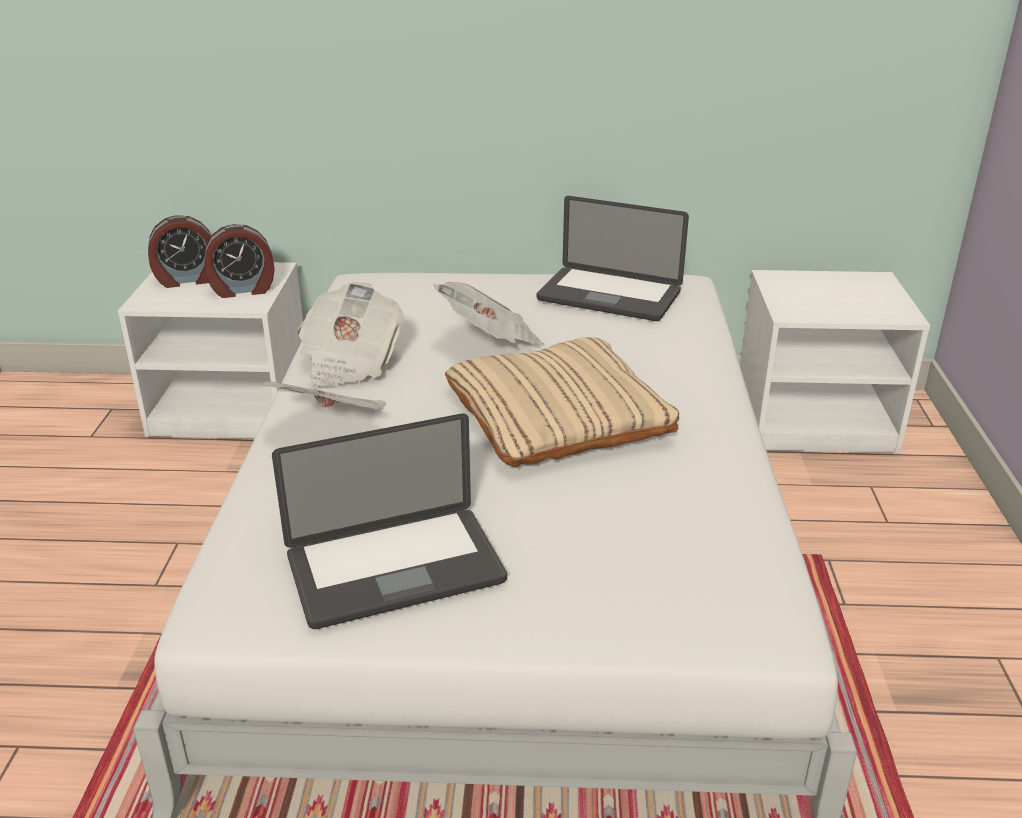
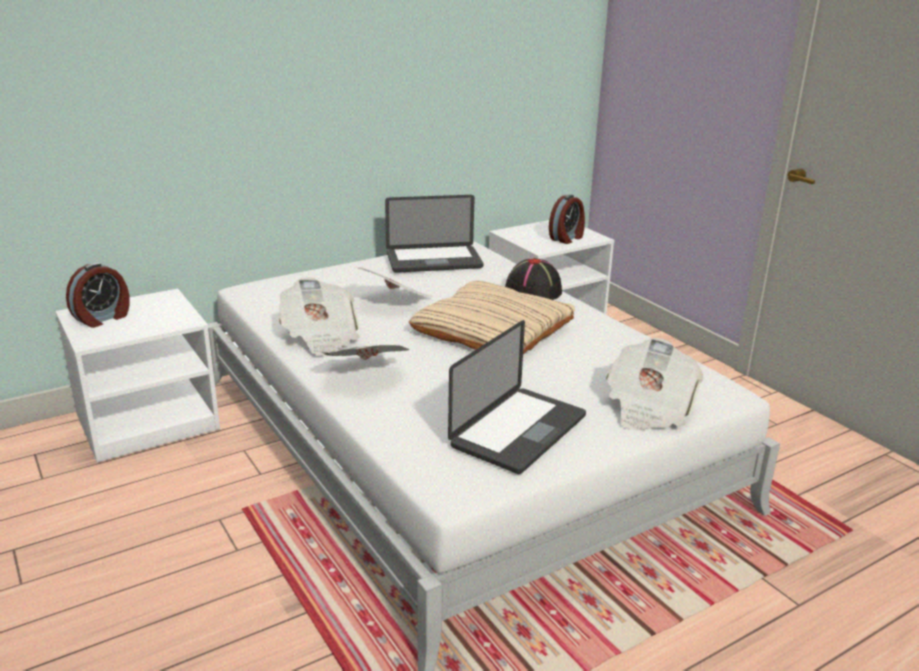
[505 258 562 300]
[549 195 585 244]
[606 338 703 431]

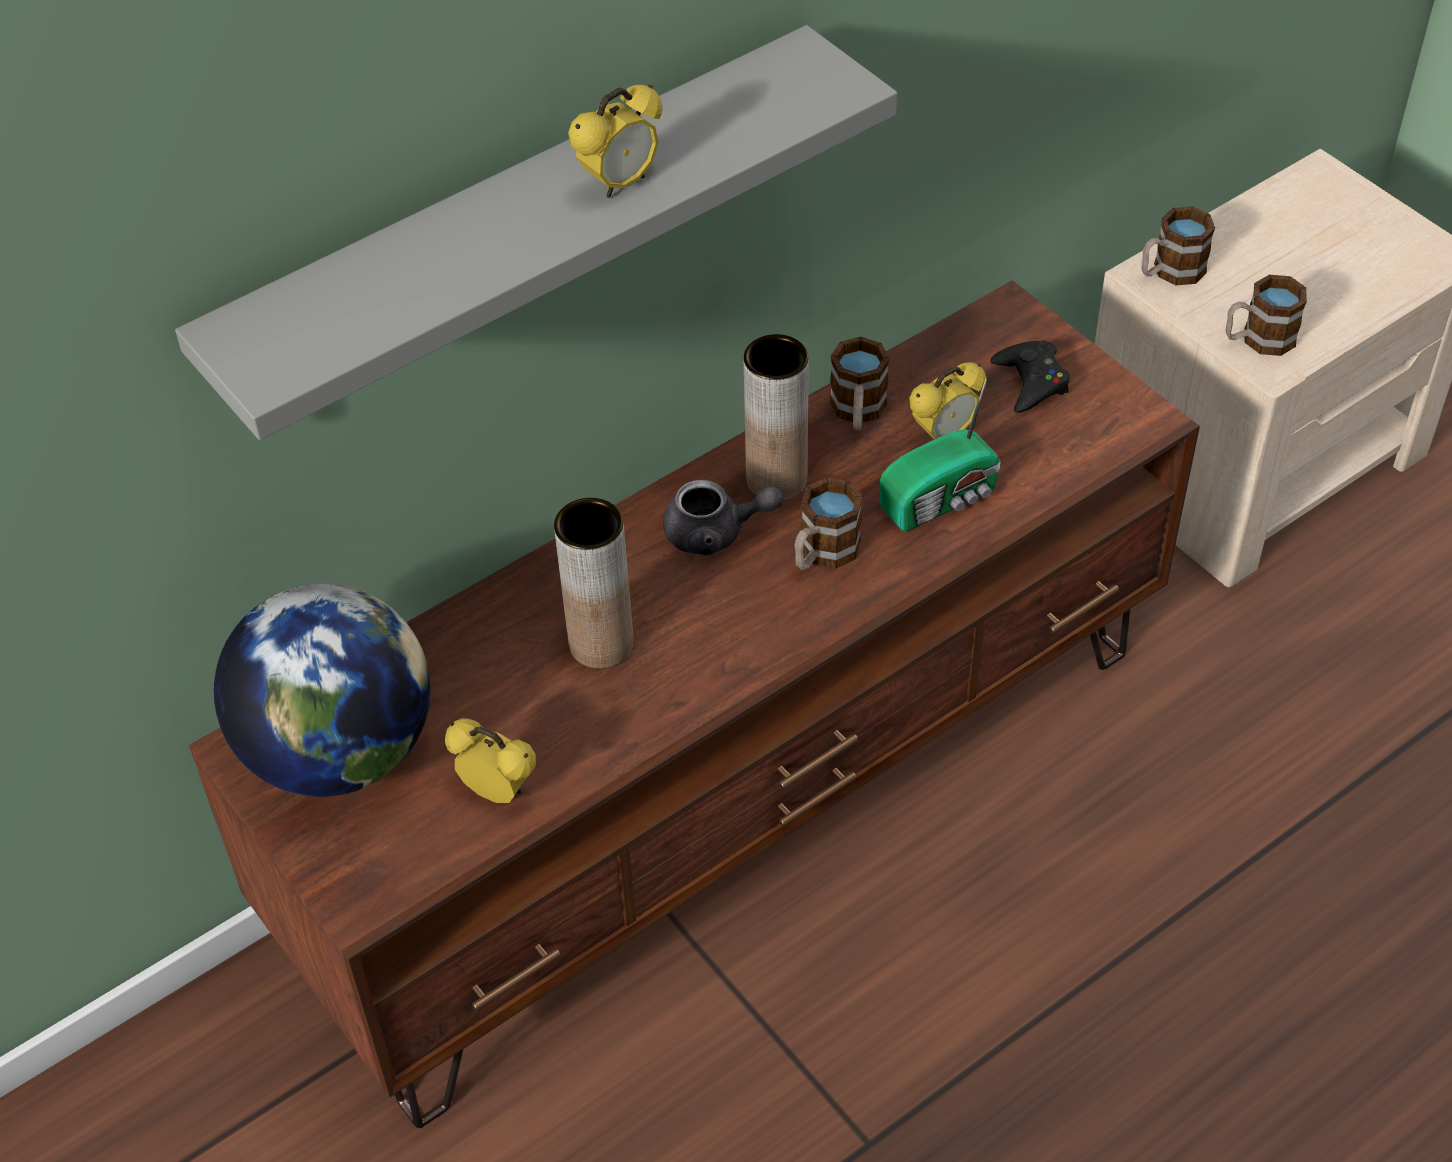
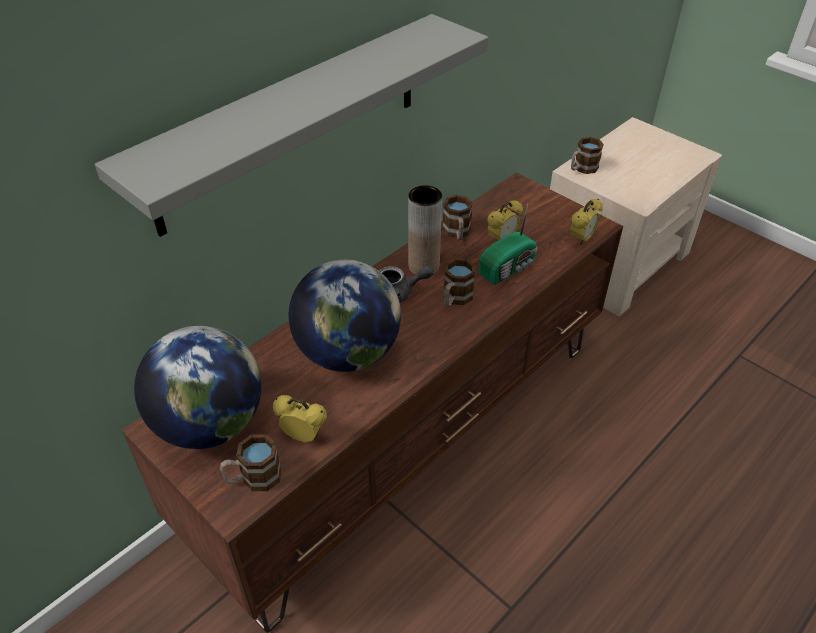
[220 434 282 491]
[289 260 401 372]
[570 199 603 245]
[990 340 1070 413] (first image)

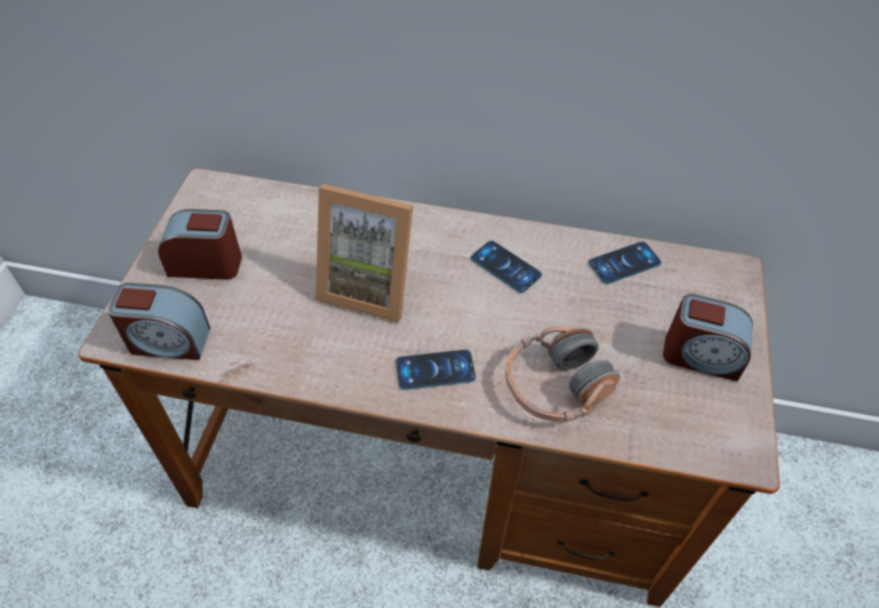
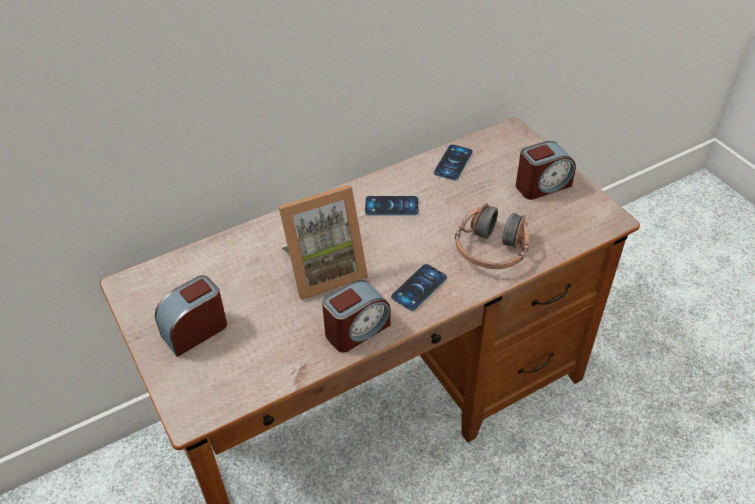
[322 280 390 352]

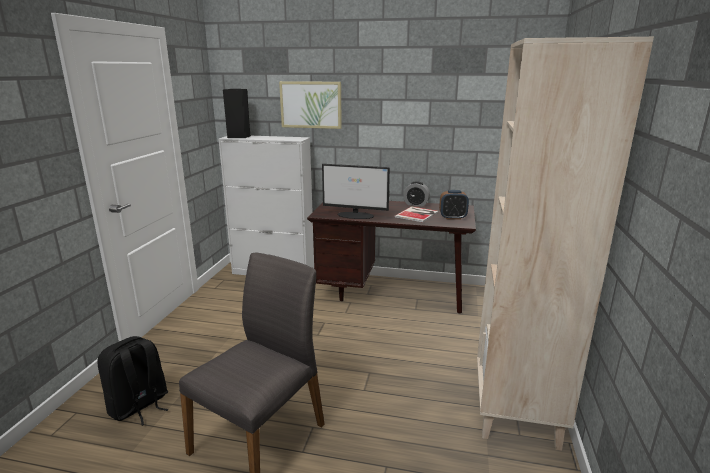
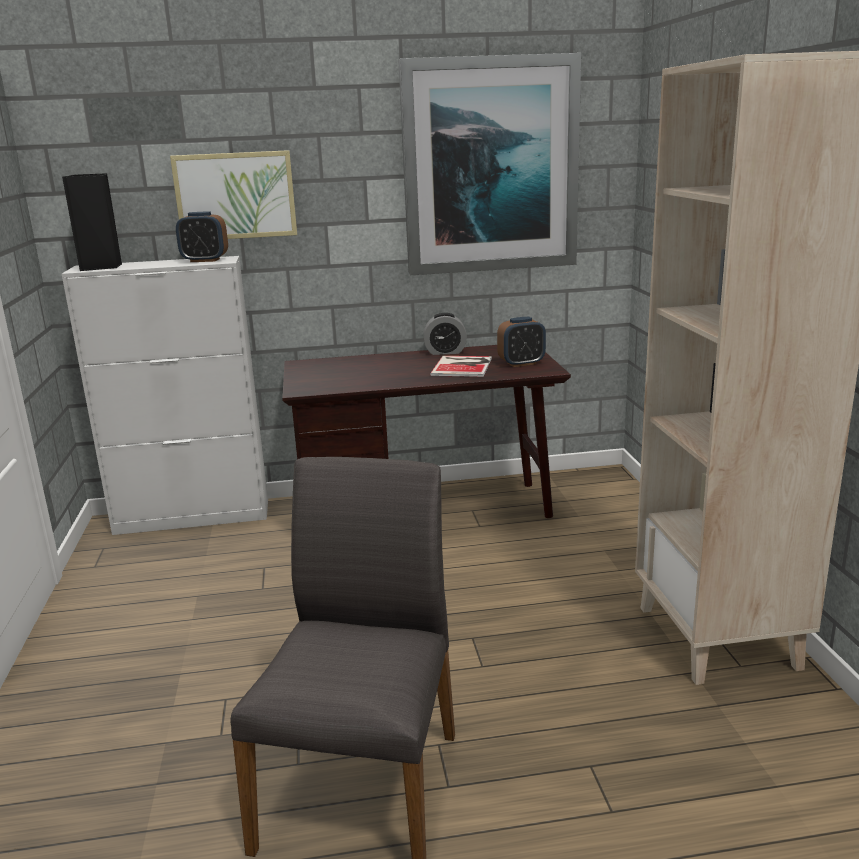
[176 211 228 262]
[398 53 581 275]
[97 336 169 426] (first image)
[322 164 390 219] (first image)

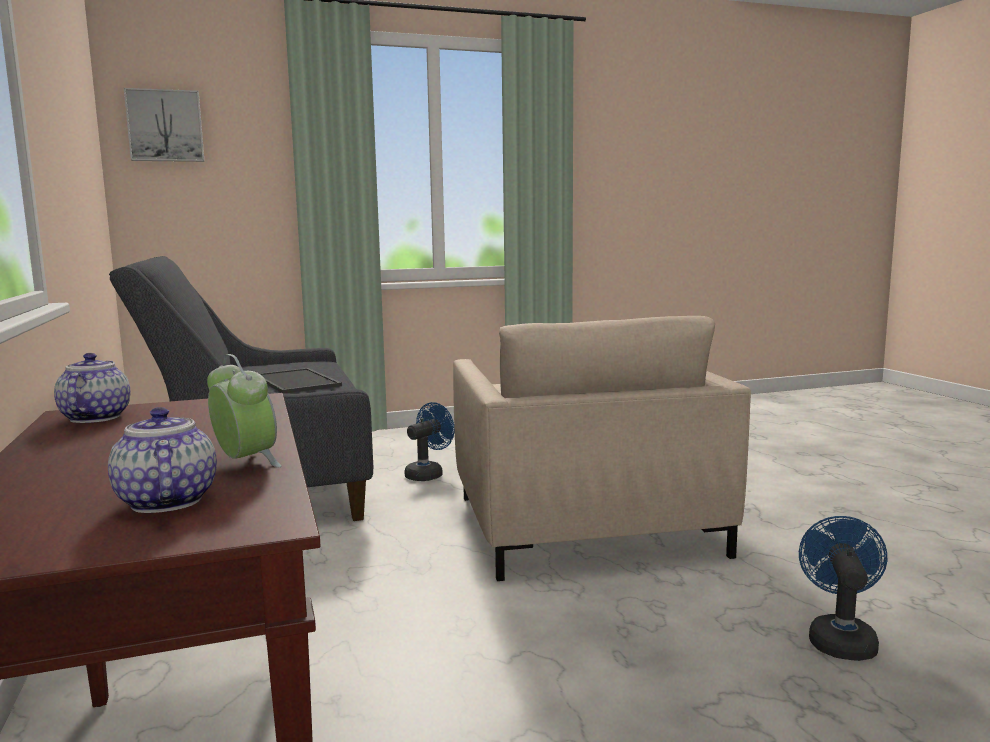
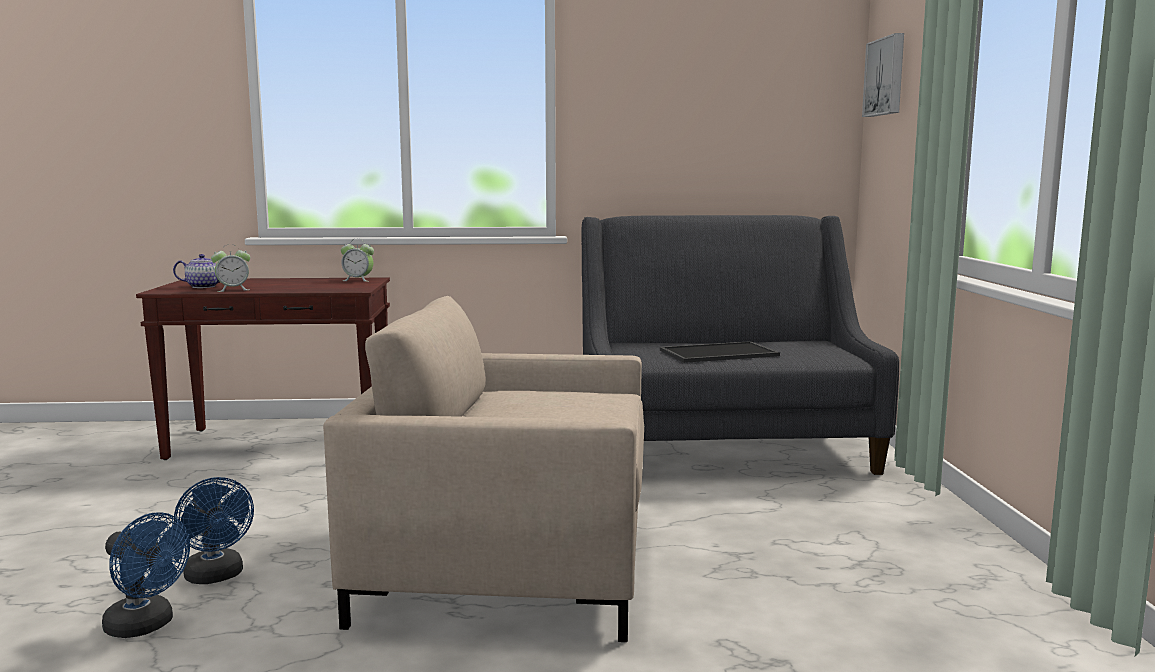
[174 477 254 584]
[341 239 374 282]

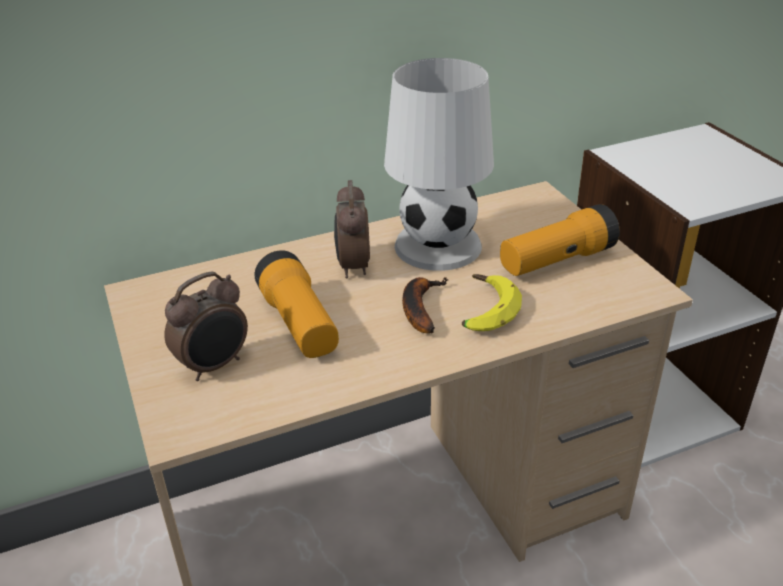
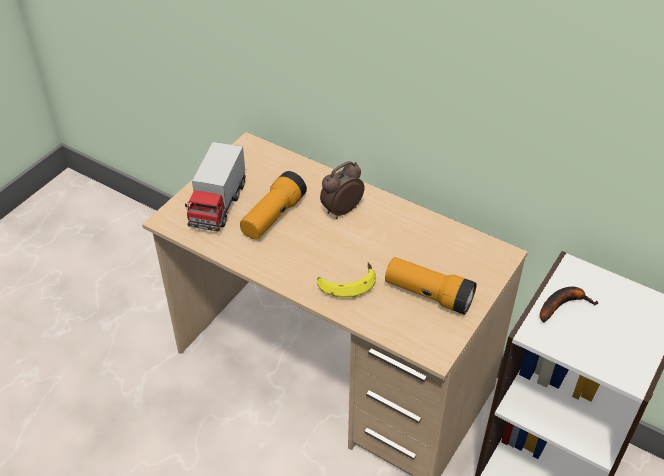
[185 142 246 232]
[540 287 598 323]
[384 58 494 271] (first image)

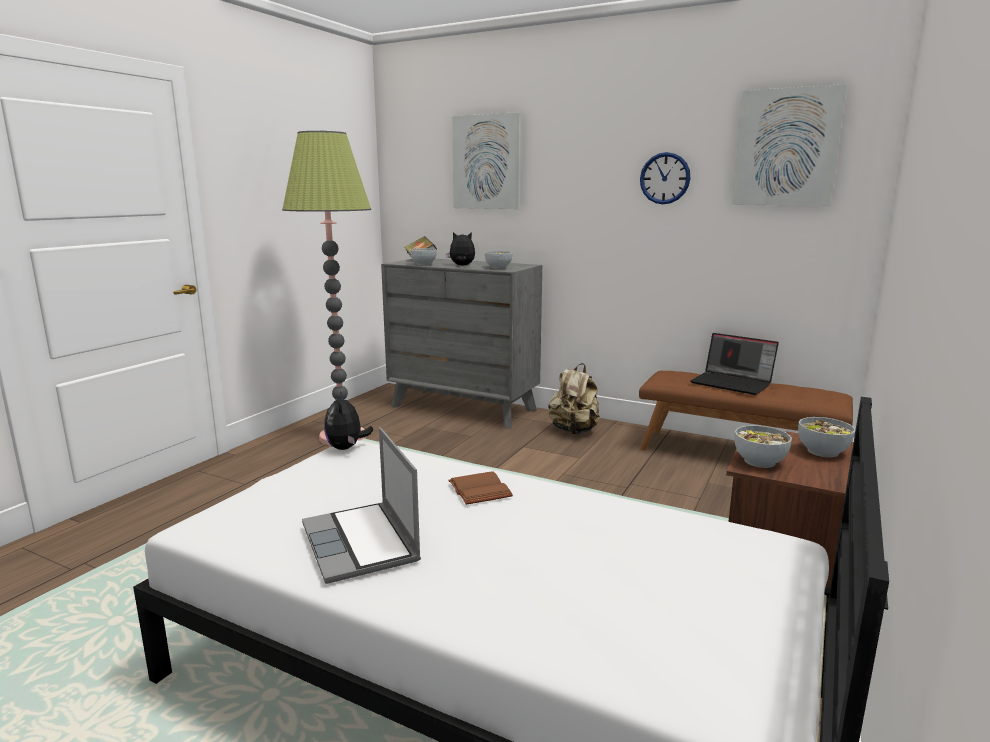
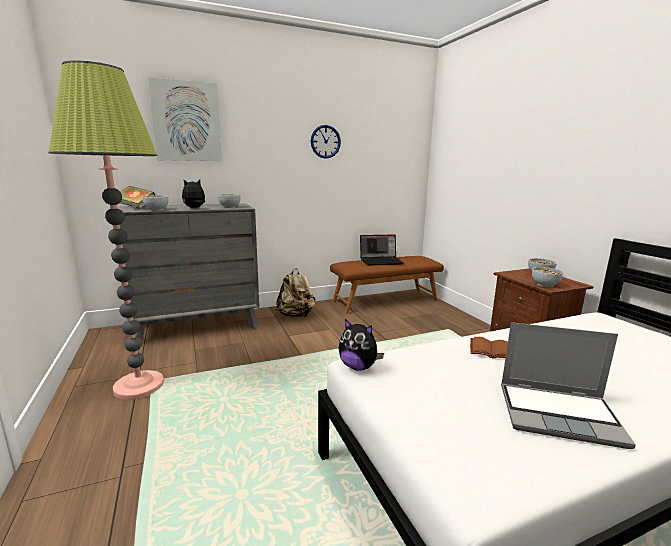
[732 84 847 206] (first image)

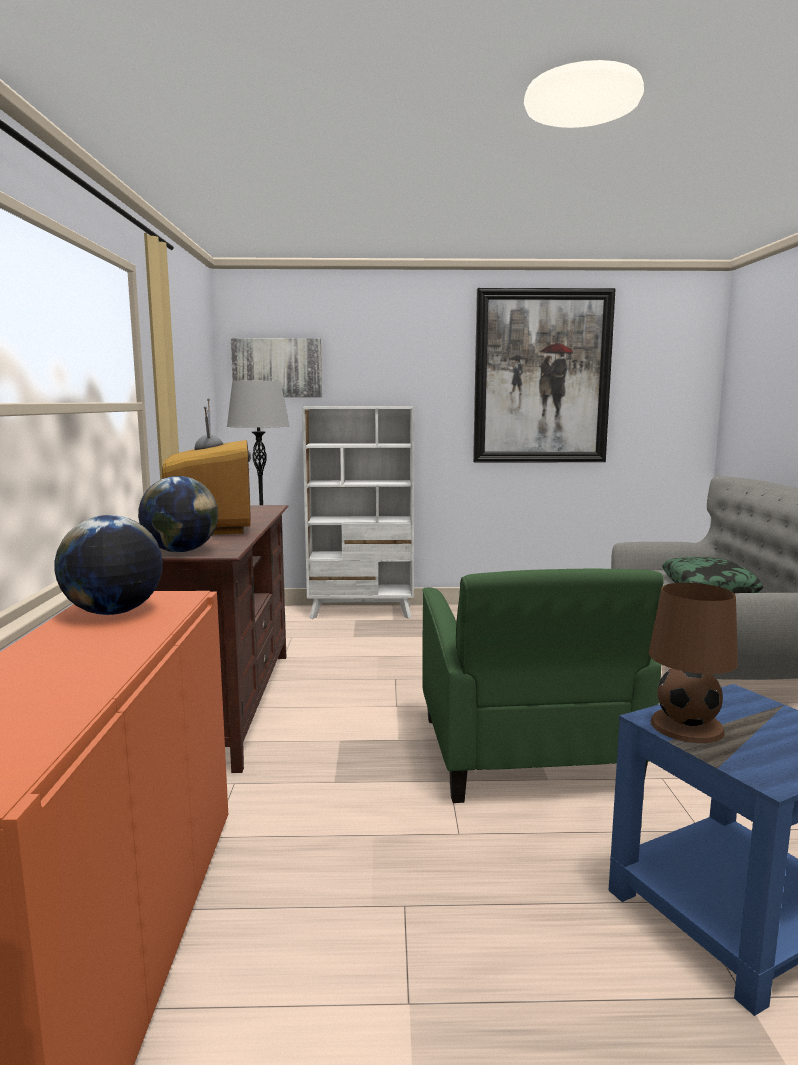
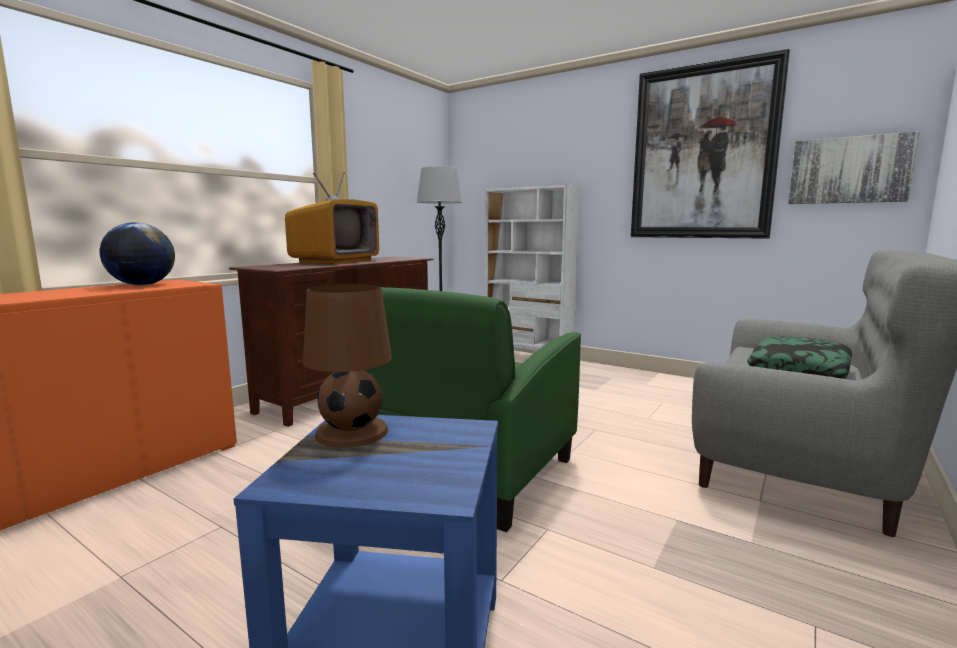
[788 131 919 204]
[138 476 218 552] (first image)

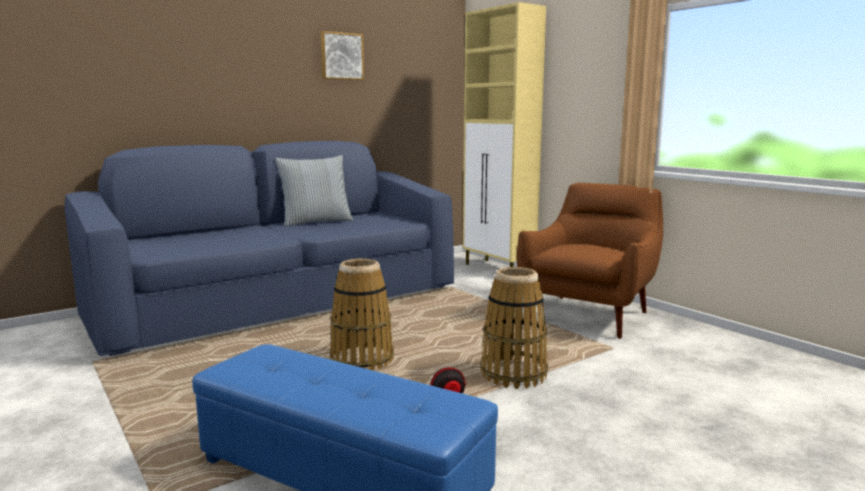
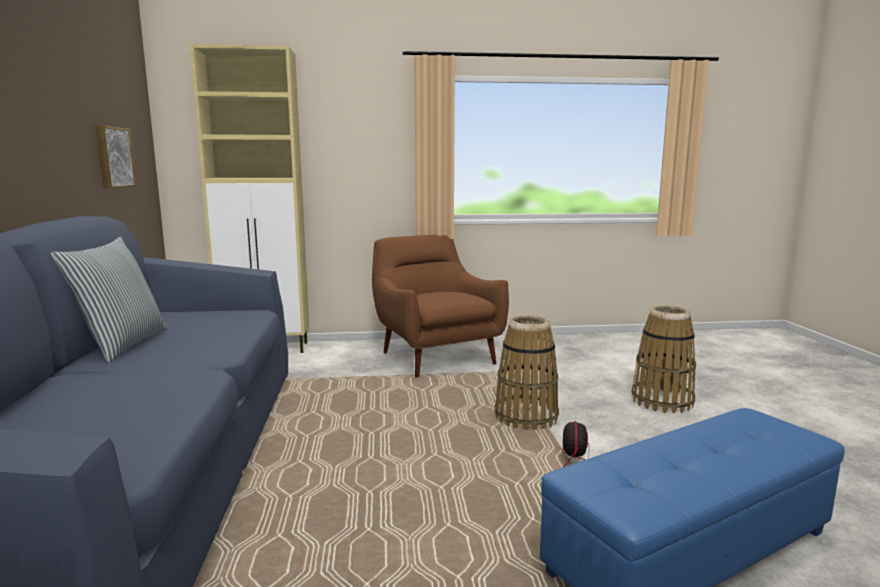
[95 125 136 189]
[632 306 696 413]

